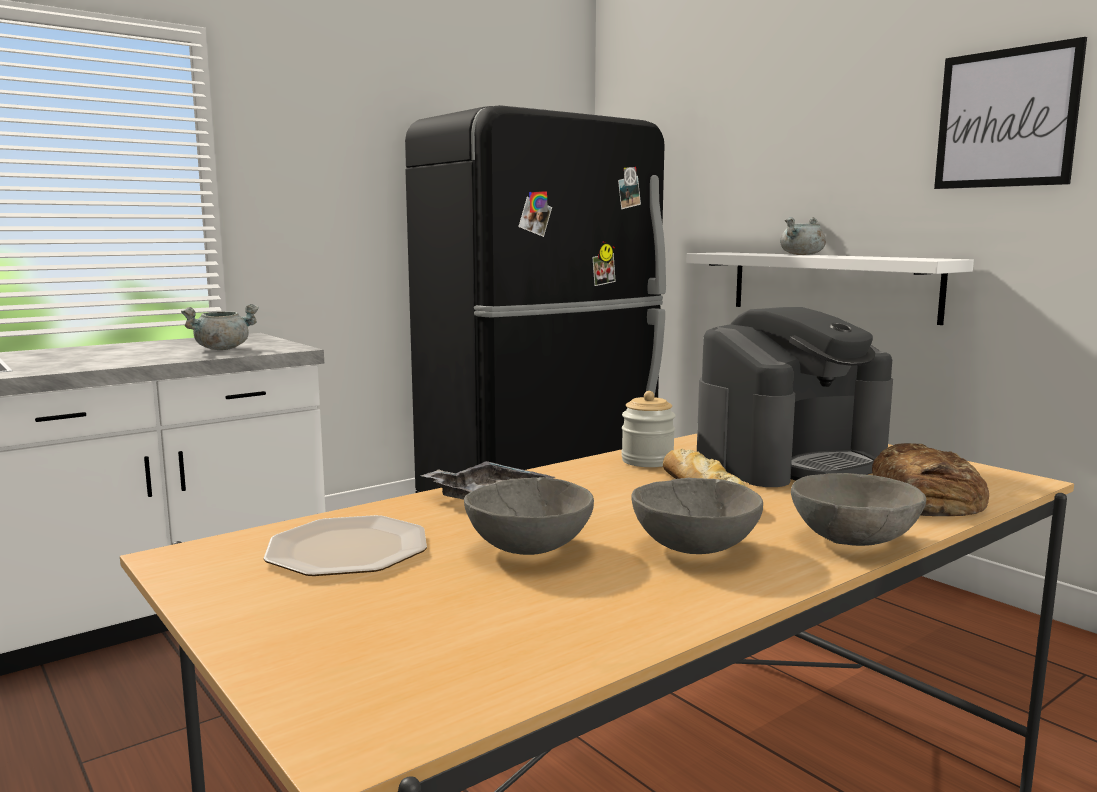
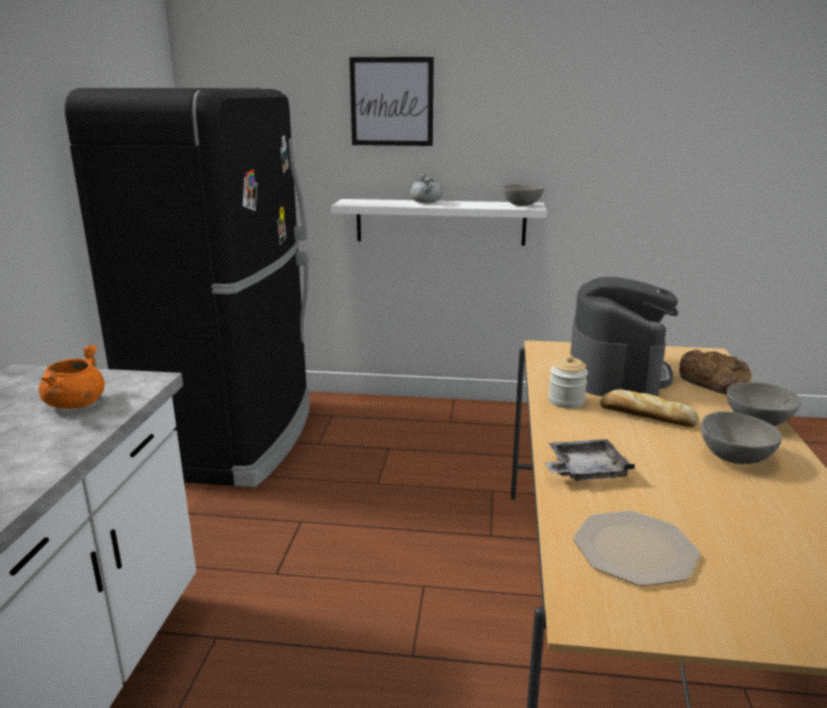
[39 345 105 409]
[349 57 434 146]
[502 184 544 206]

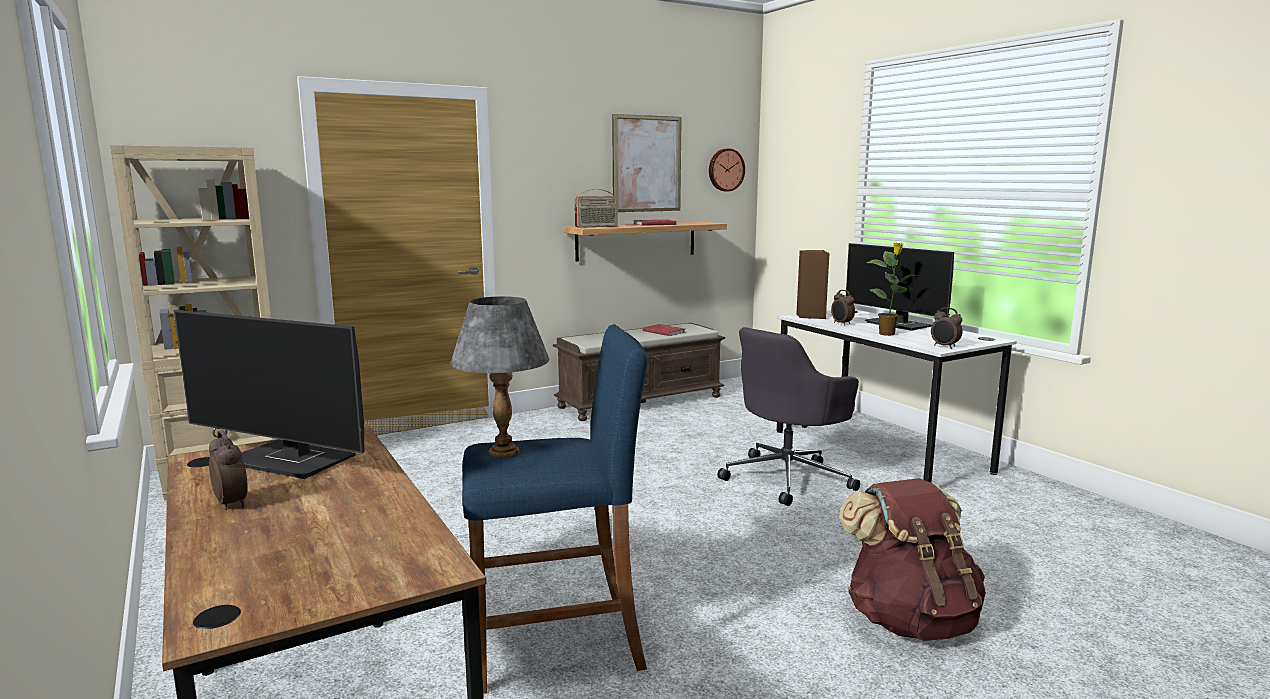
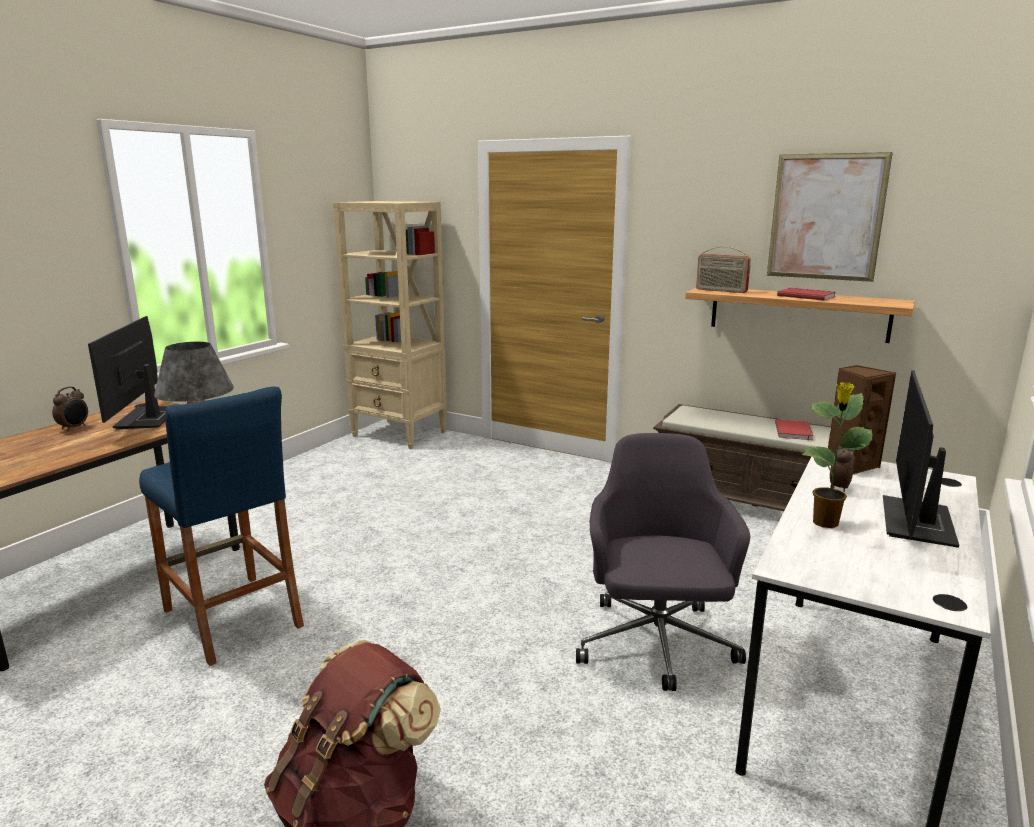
[576 433 750 691]
[709 149 745 191] (first image)
[931 307 963 349] (first image)

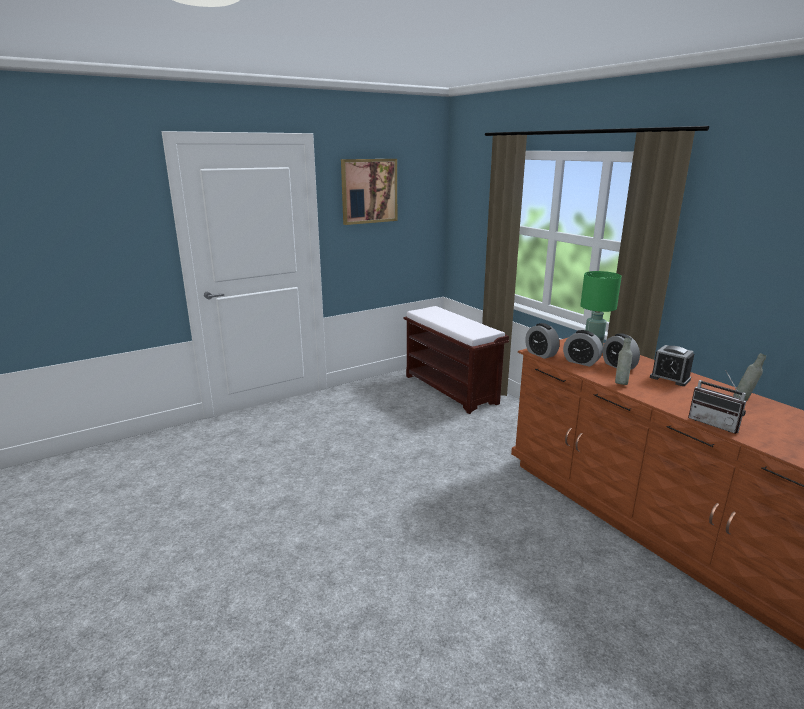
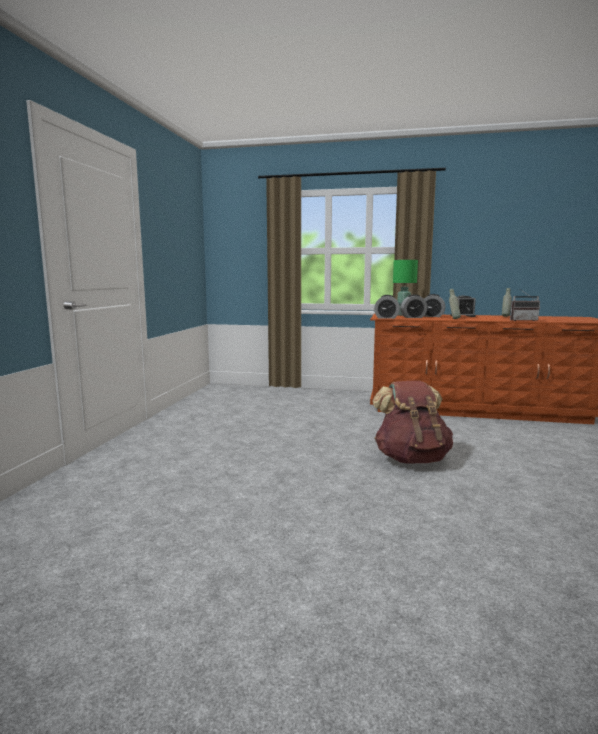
[372 381 453 464]
[341 159 397 225] (first image)
[403 306 509 414] (first image)

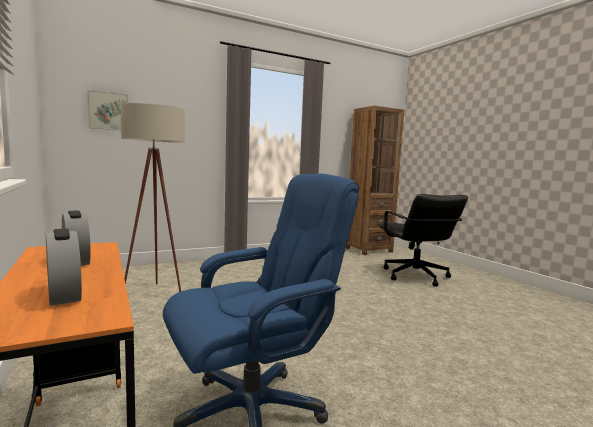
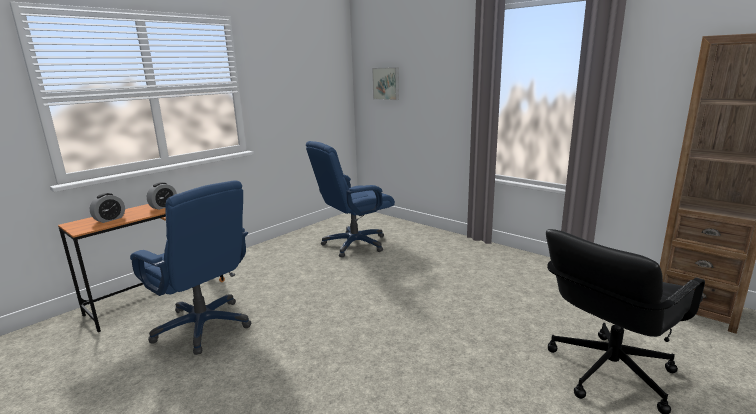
[306 141 395 257]

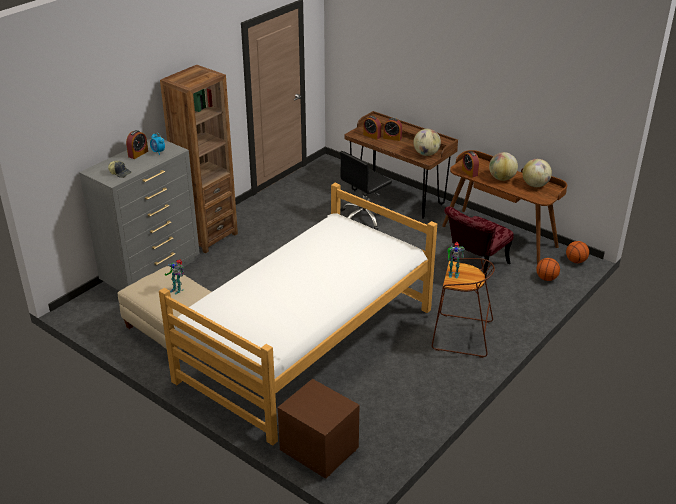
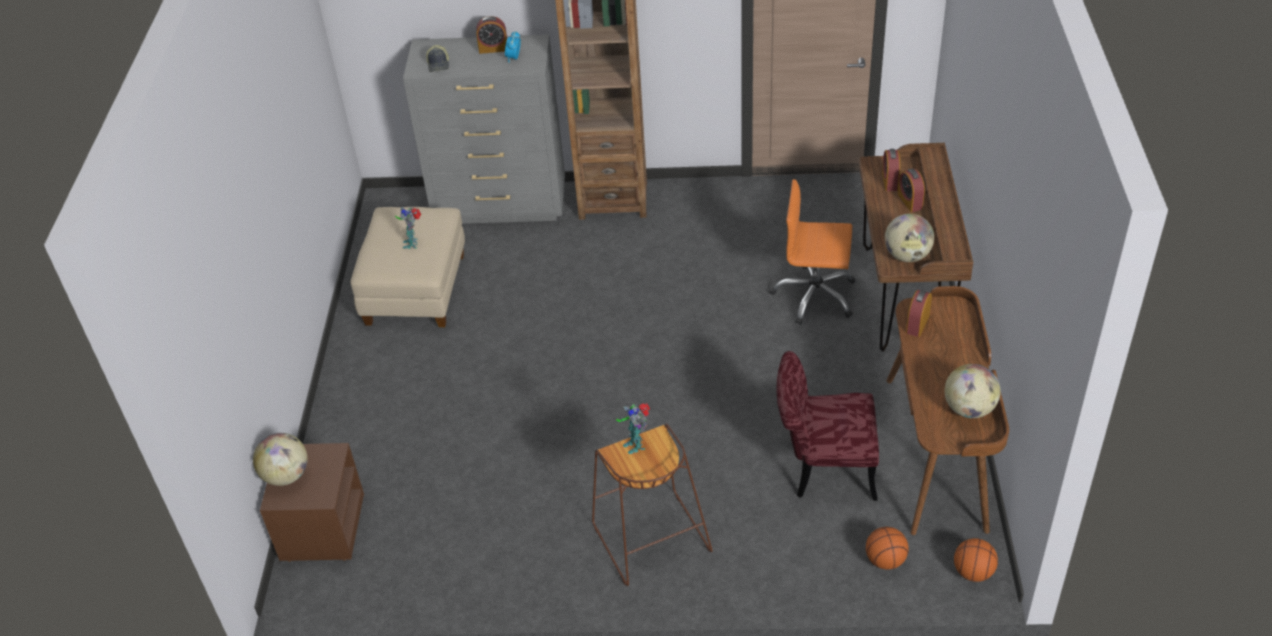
[253 433 307 486]
[770 179 855 325]
[159 183 437 446] (first image)

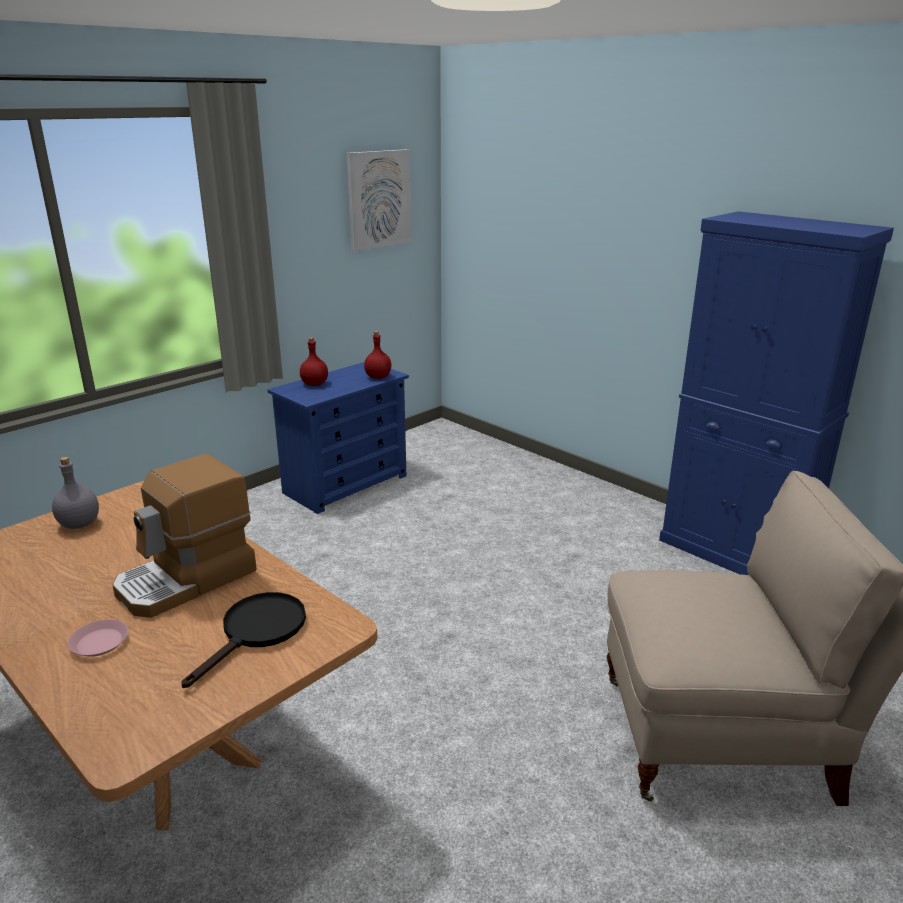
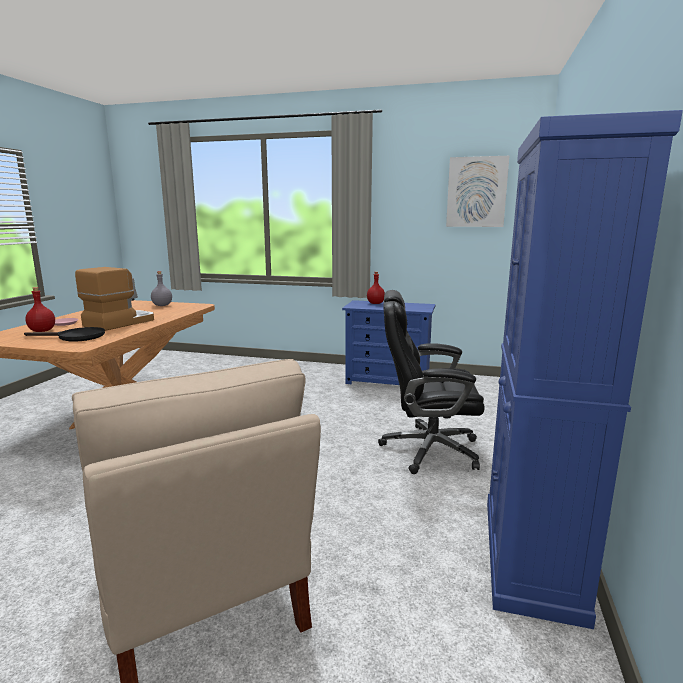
[26 287 55 332]
[75 267 154 331]
[378 290 485 474]

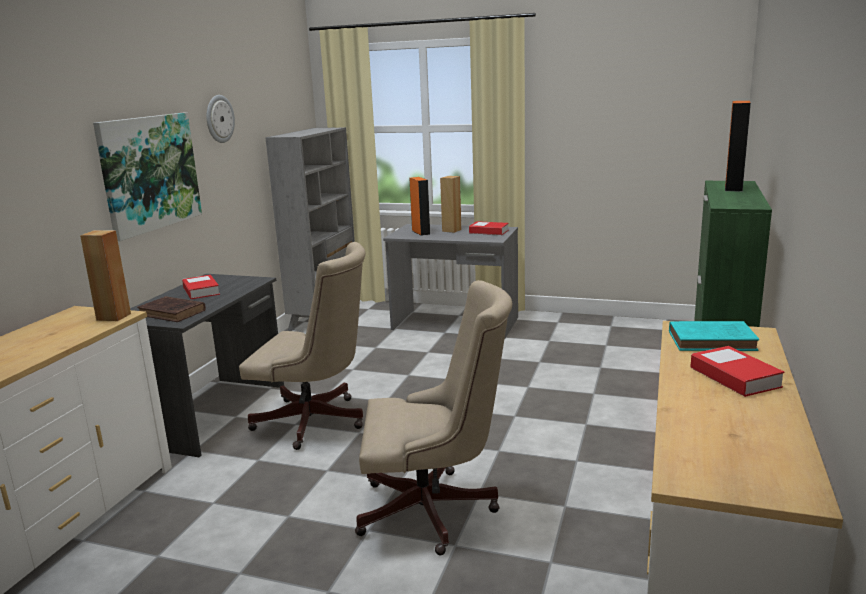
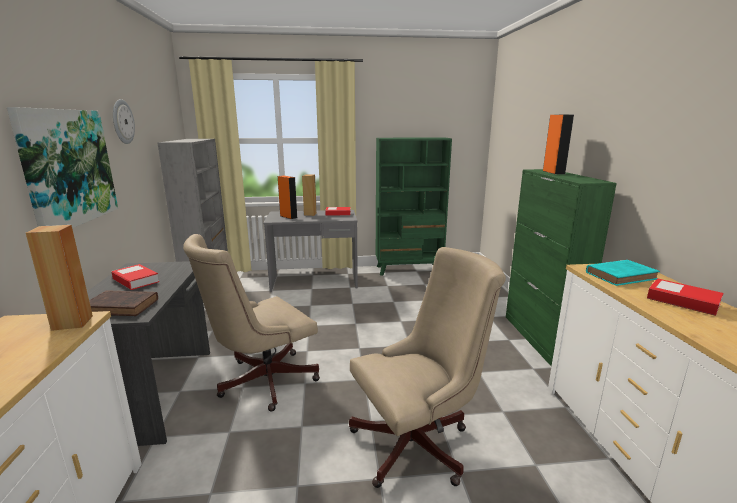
[183 234 320 412]
[376 137 452 276]

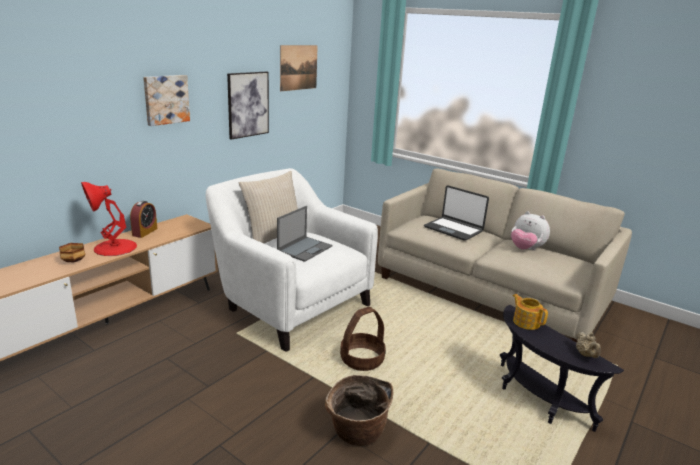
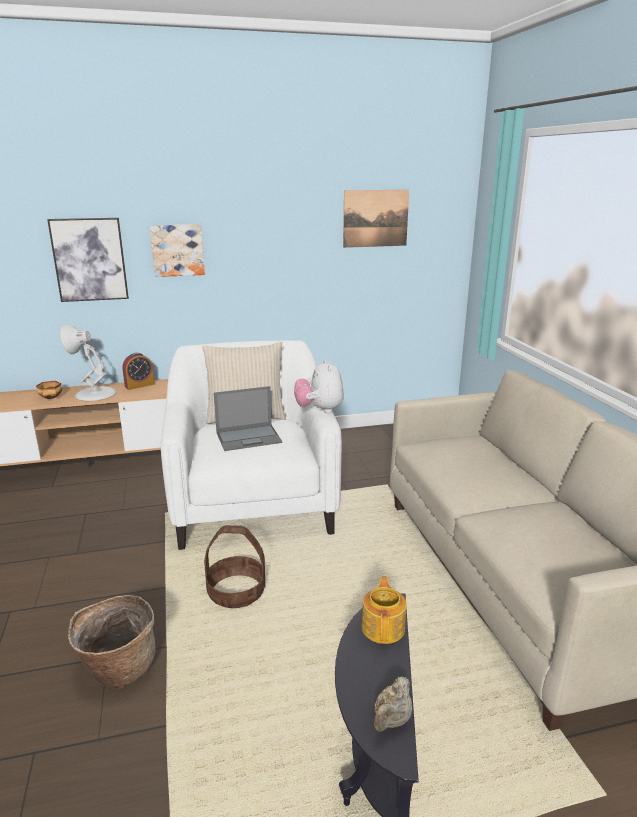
[47 218 129 302]
[60 324 117 401]
[294 359 344 413]
[424 185 489 241] (first image)

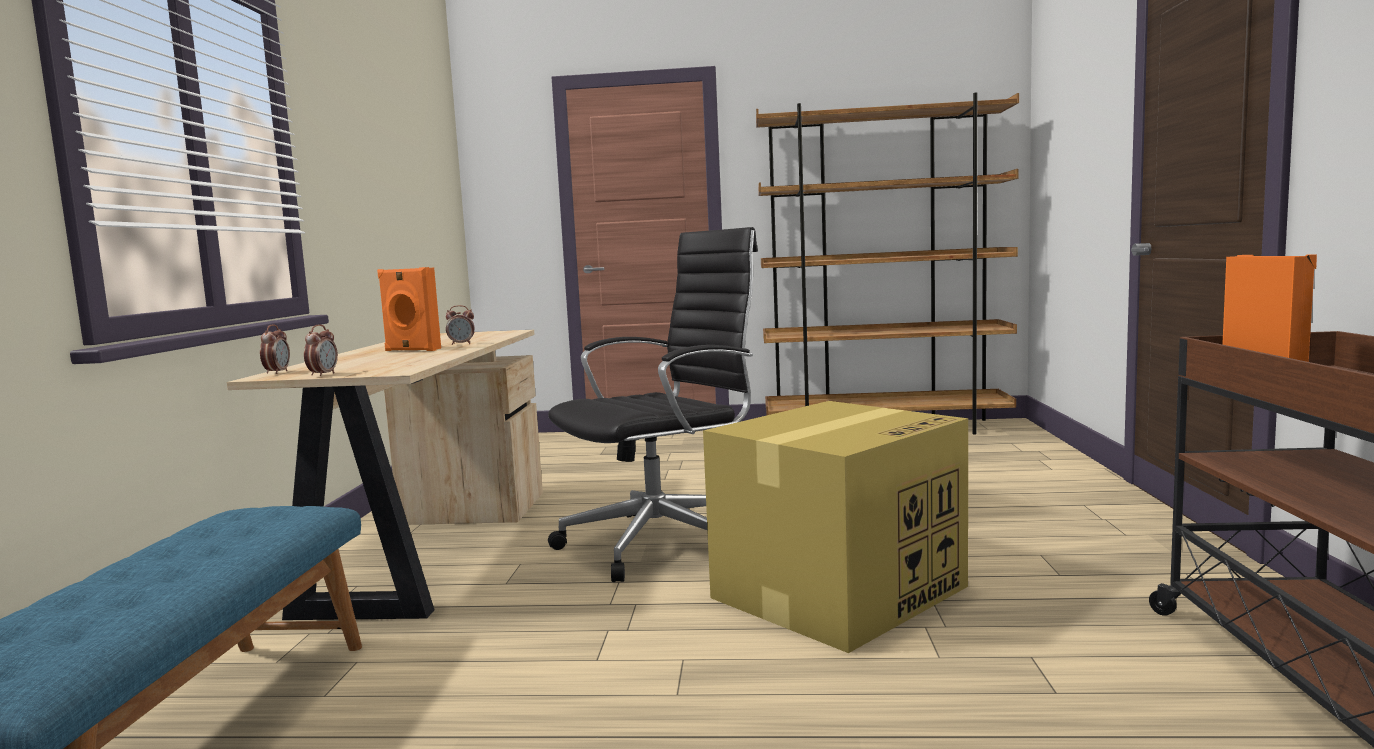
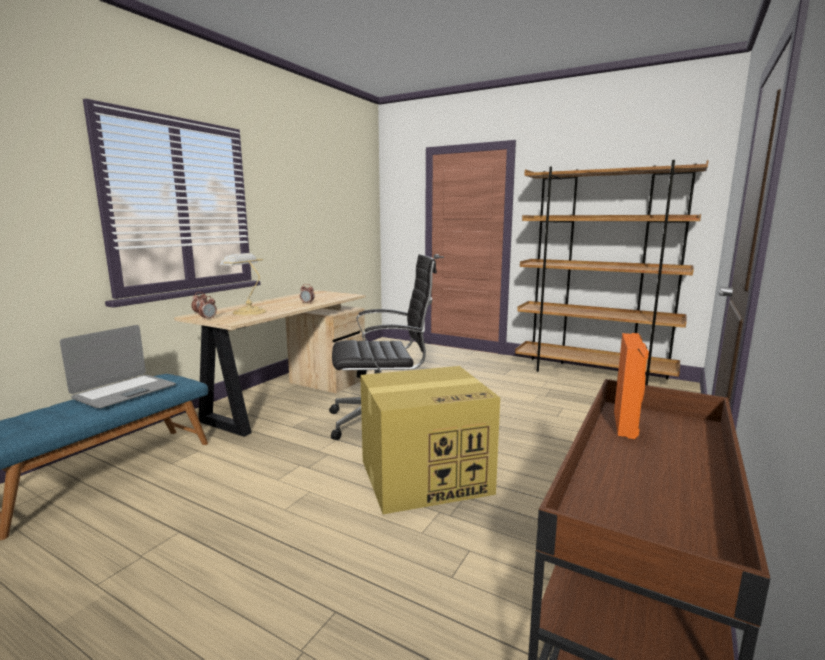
[60 325 176 408]
[220 253 267 315]
[377 267 441 351] (first image)

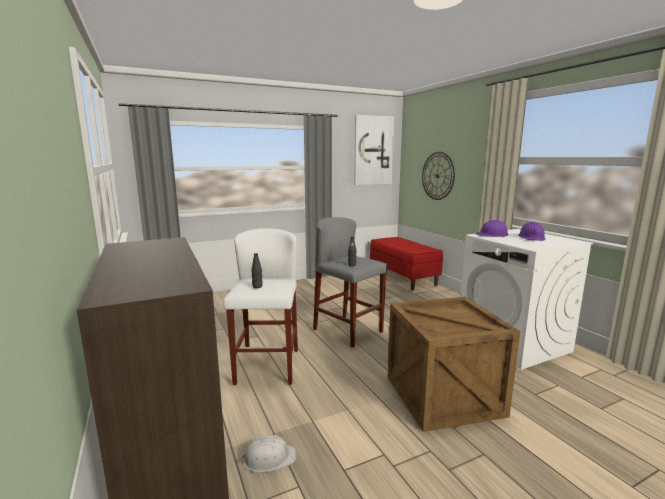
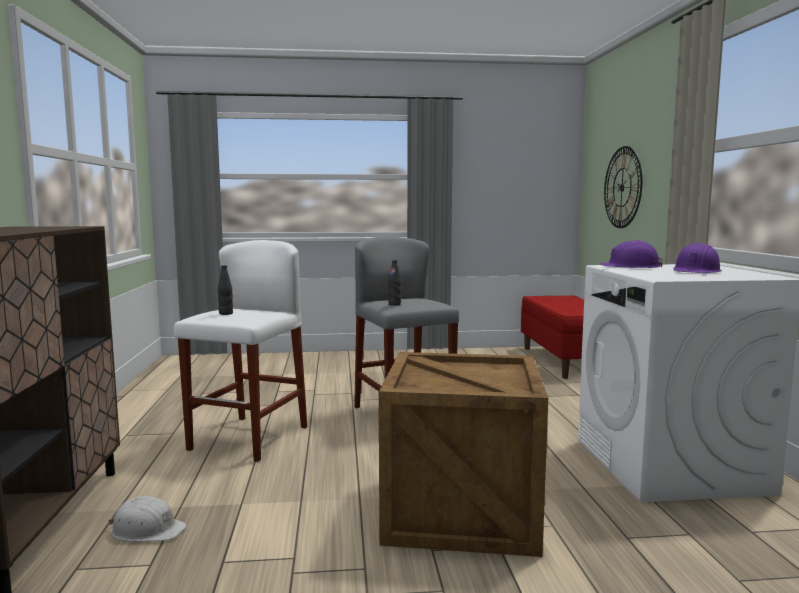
[354 115 394 185] (first image)

